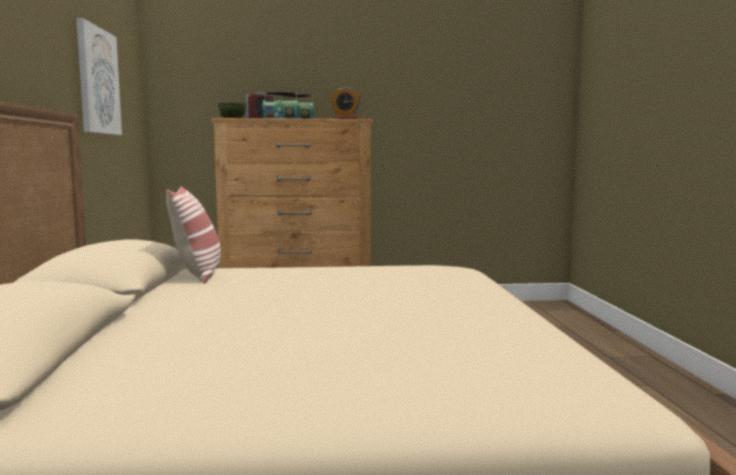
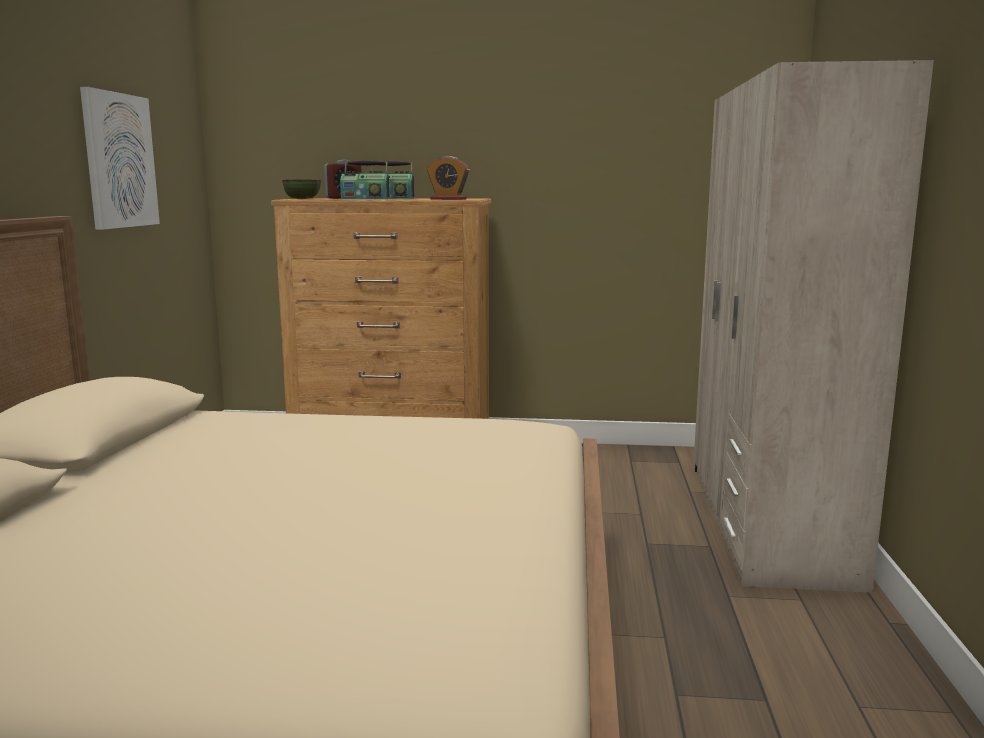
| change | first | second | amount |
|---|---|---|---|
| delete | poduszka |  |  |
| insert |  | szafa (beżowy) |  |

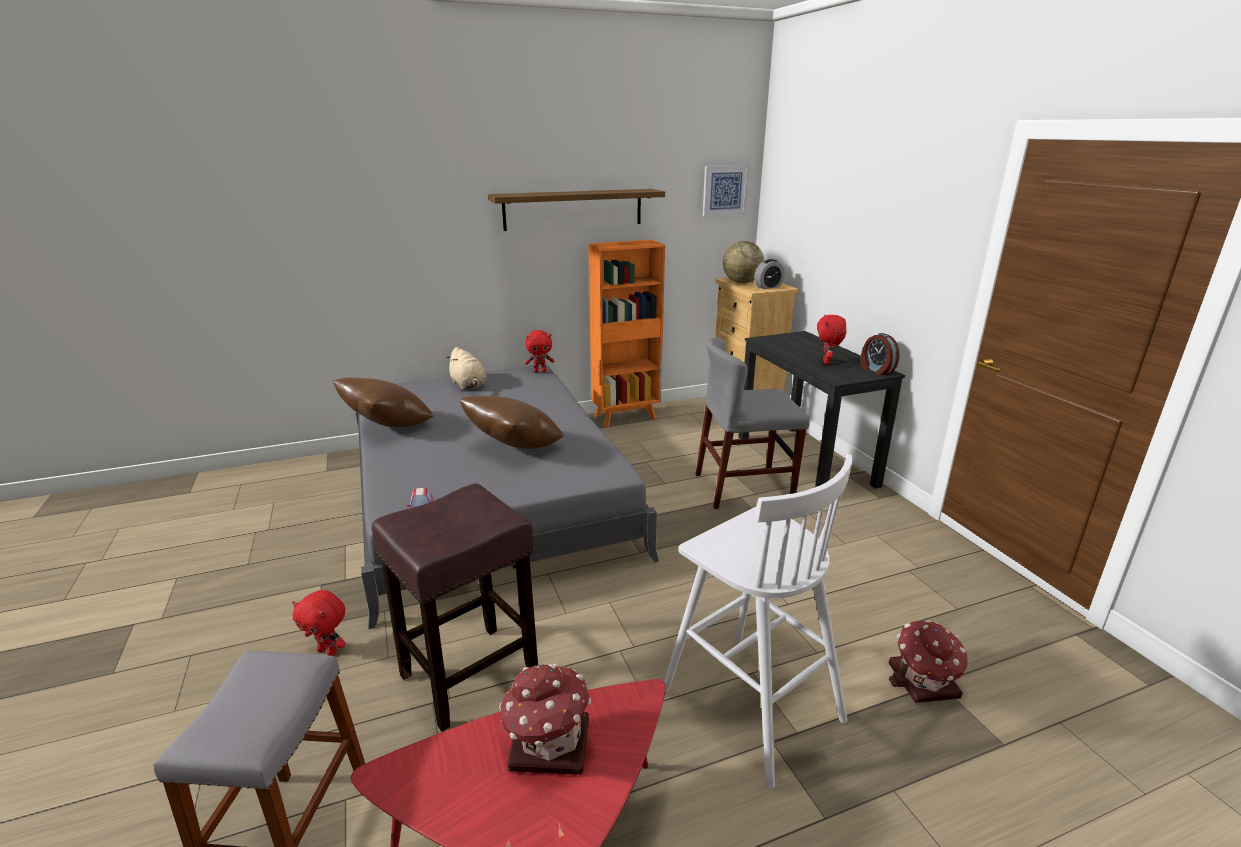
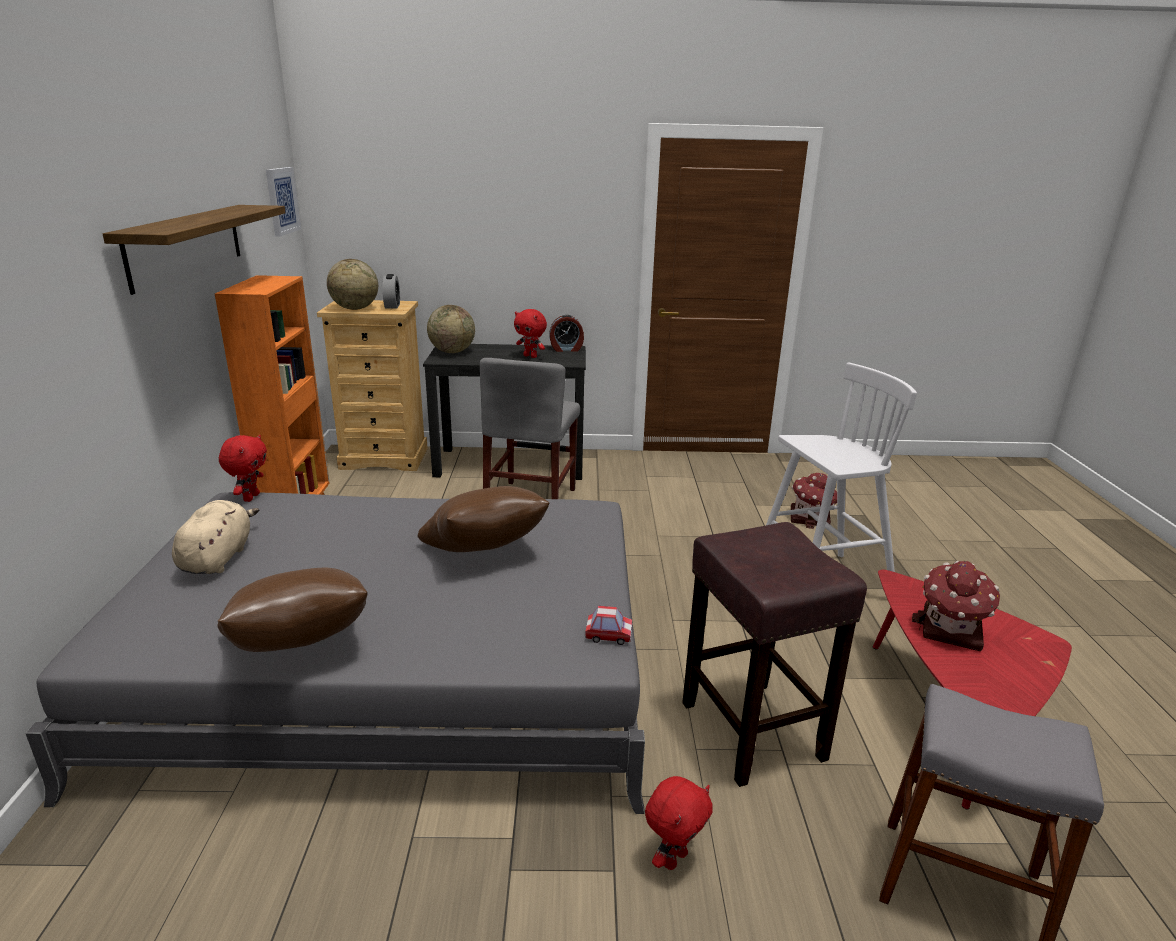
| change | first | second | amount |
|---|---|---|---|
| rotate | pluszak (beżowy) |  | 75 degrees counterclockwise |
| insert |  | globus (2nd from left) |  |

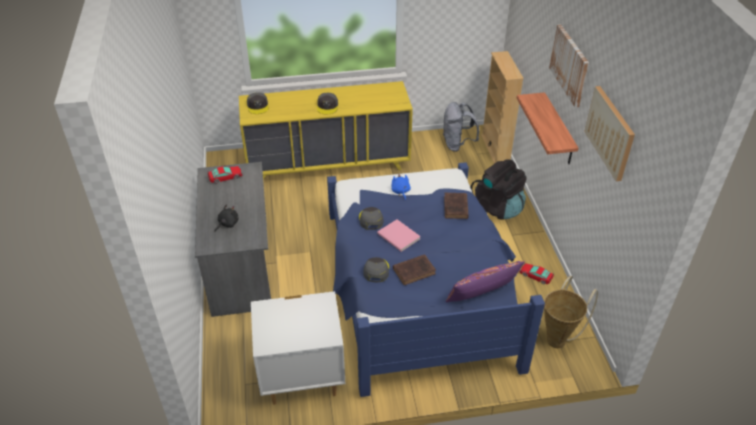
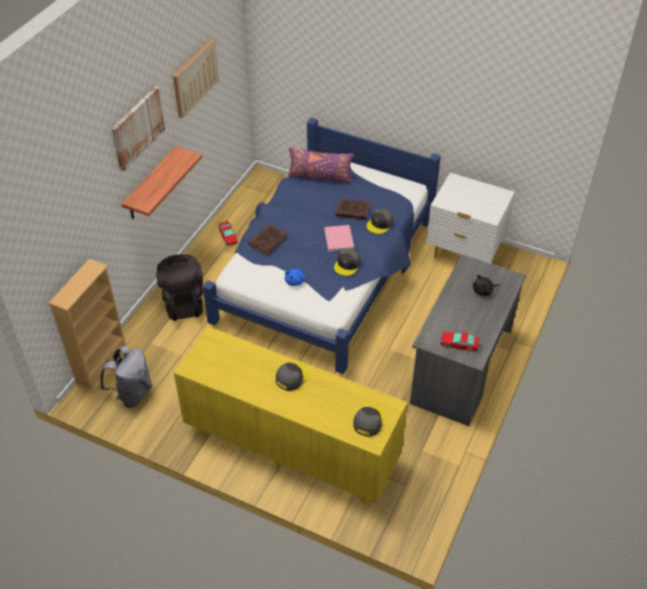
| change | first | second | amount |
|---|---|---|---|
| delete | koszyk |  |  |

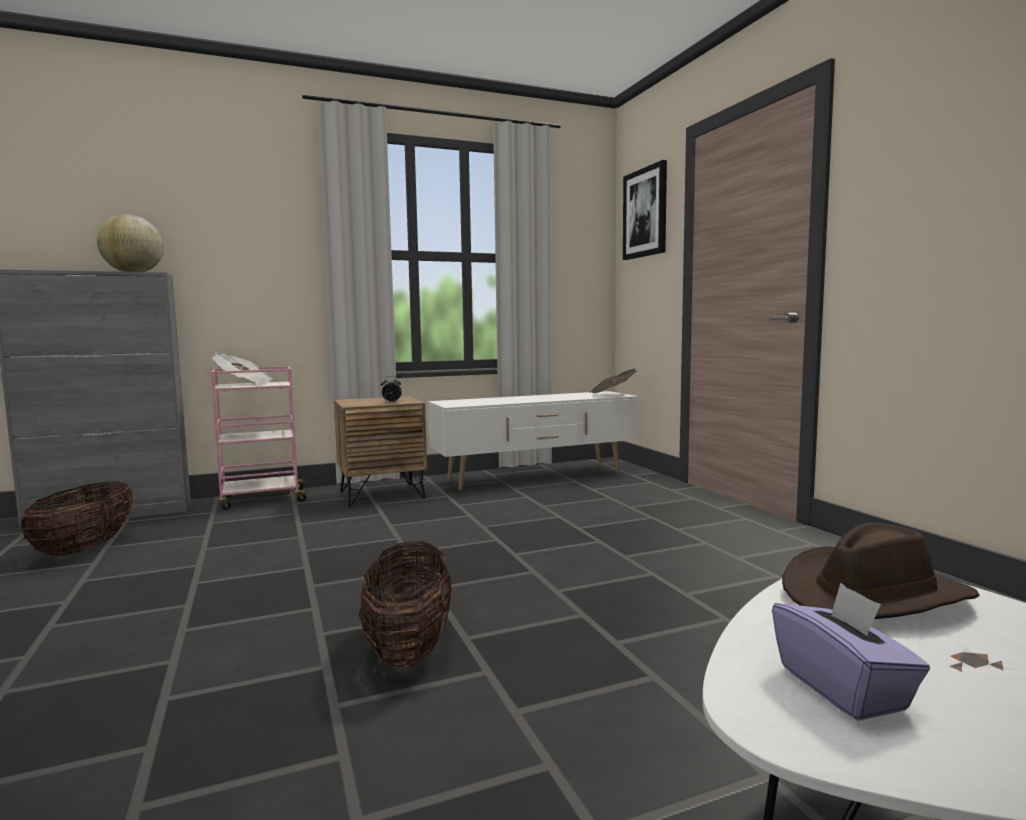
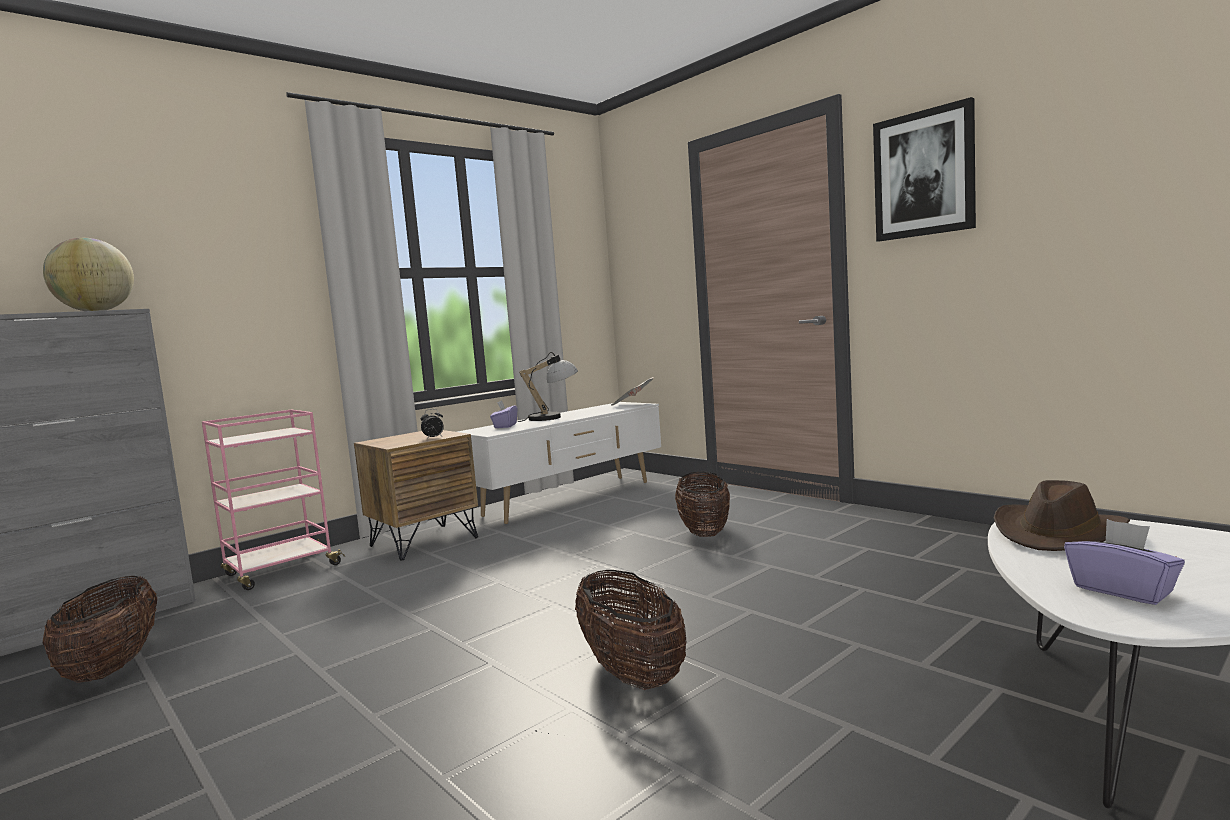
| change | first | second | amount |
|---|---|---|---|
| move | obraz |  |  |
| delete | gazeta (1st from left) |  |  |
| insert |  | lampa stołowa |  |
| insert |  | pudełko chusteczek (fioletowy) (1st from left) |  |
| insert |  | koszyk (3rd from left) |  |

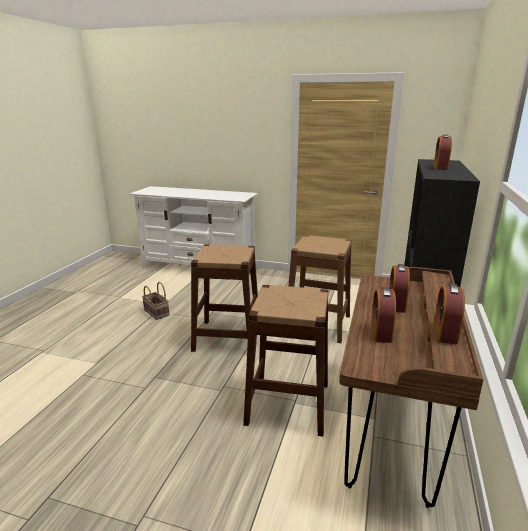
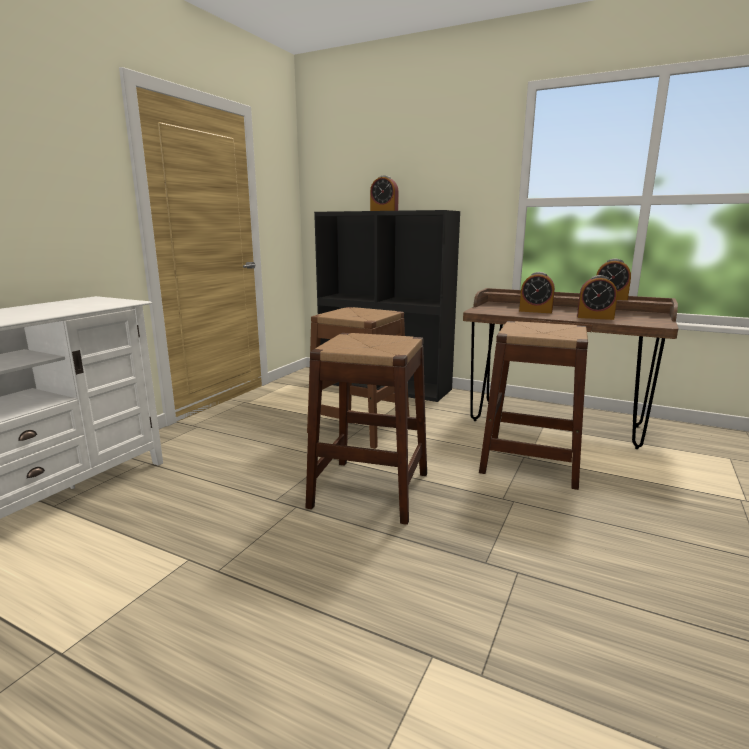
| change | first | second | amount |
|---|---|---|---|
| delete | koszyk |  |  |

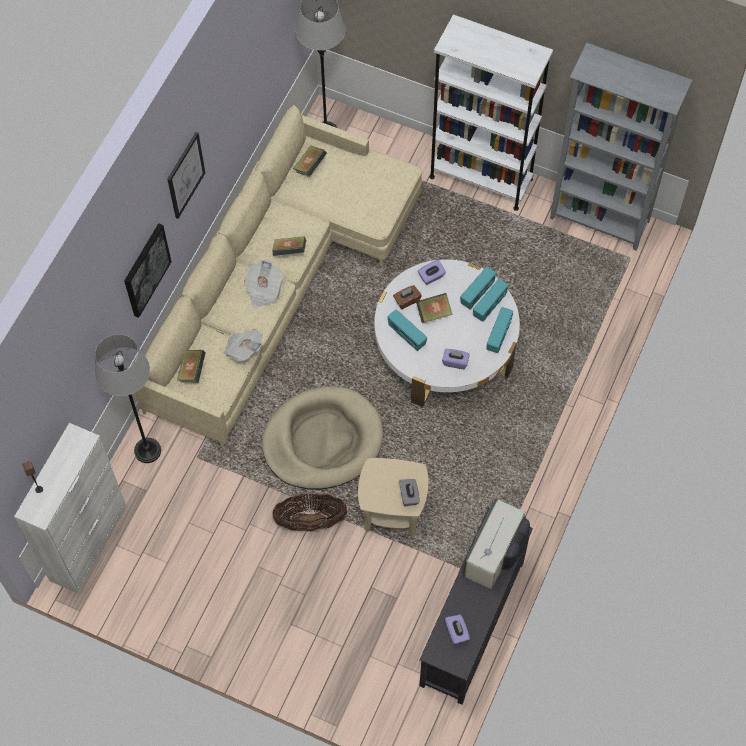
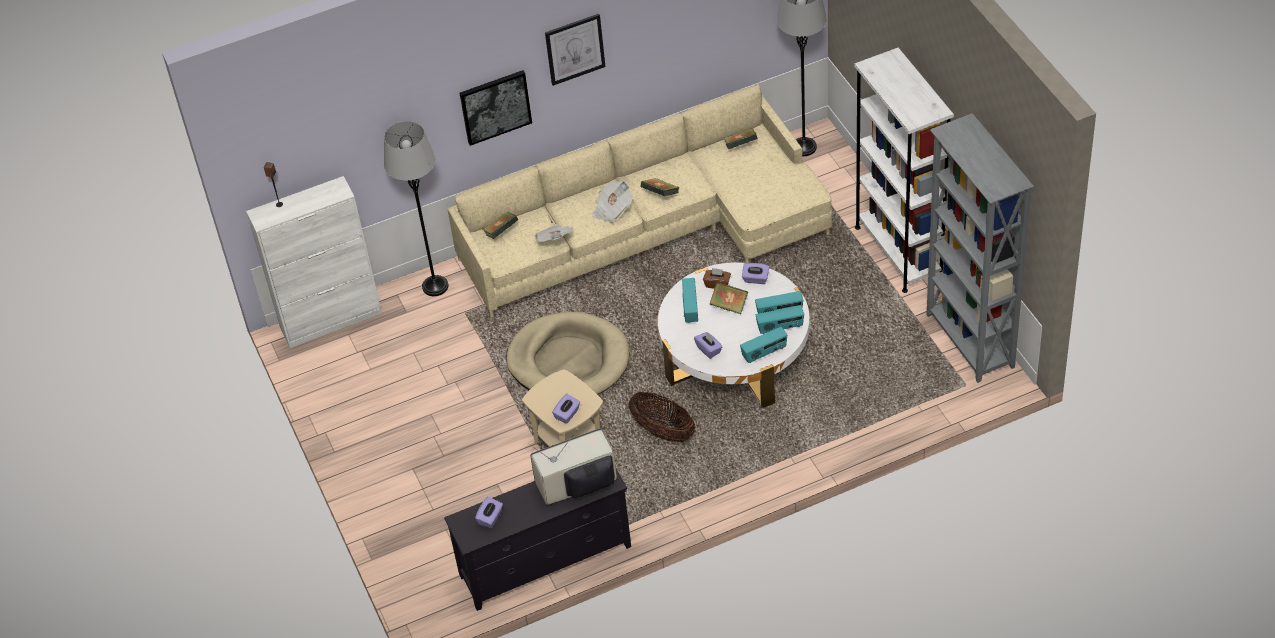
| change | first | second | amount |
|---|---|---|---|
| recolor | pudełko chusteczek (szary) | pudełko chusteczek (fioletowy) (2nd from left) |  |
| move | koszyk |  |  |

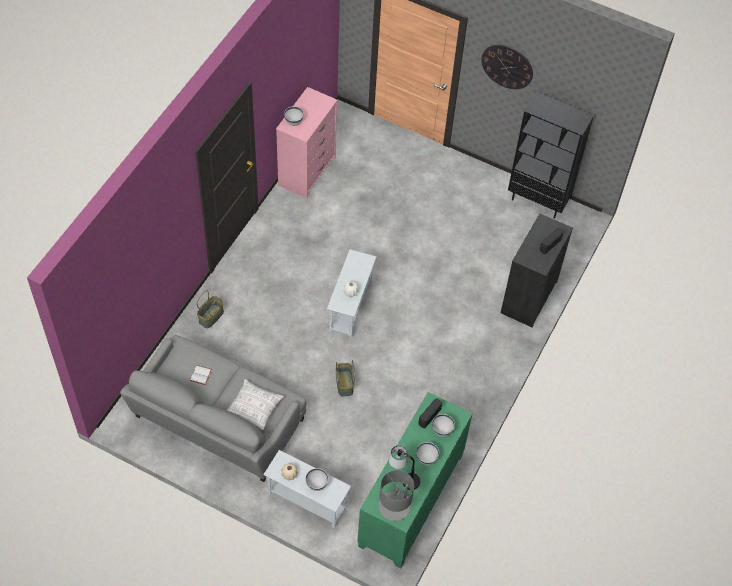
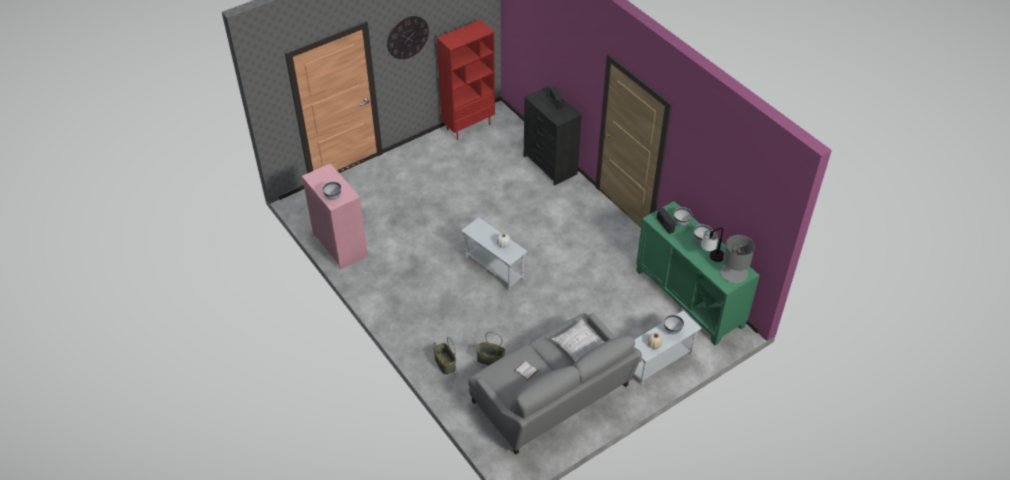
| change | first | second | amount |
|---|---|---|---|
| recolor | regał (czarny) | regał (czerwony) |  |
| move | koszyk (2nd from left) |  |  |

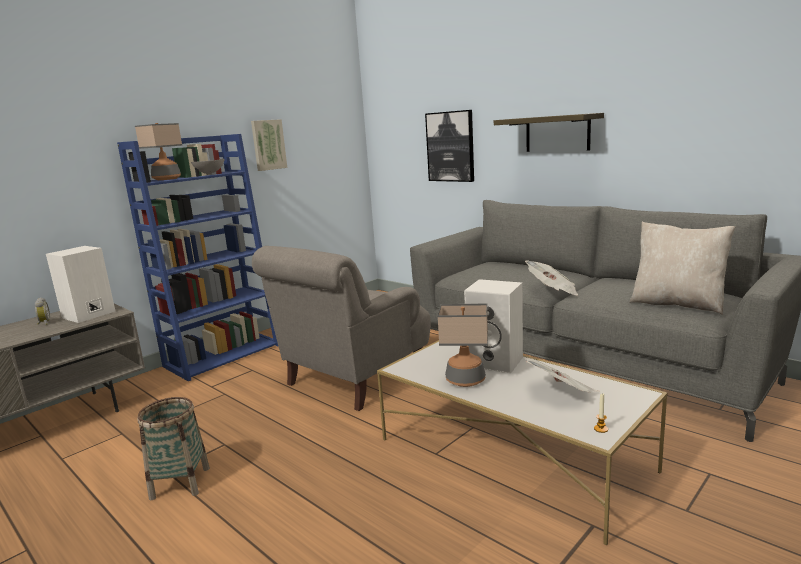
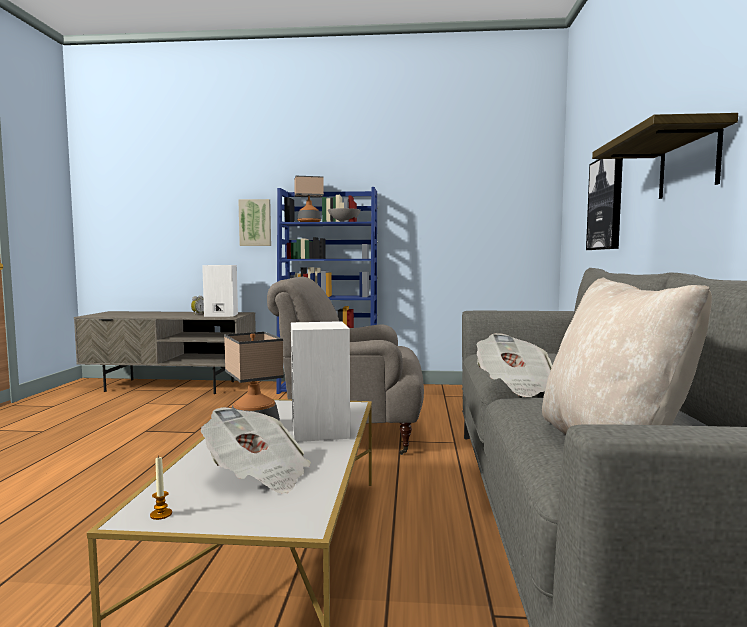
| change | first | second | amount |
|---|---|---|---|
| move | obraz (1st from left) |  |  |
| delete | koszyk |  |  |

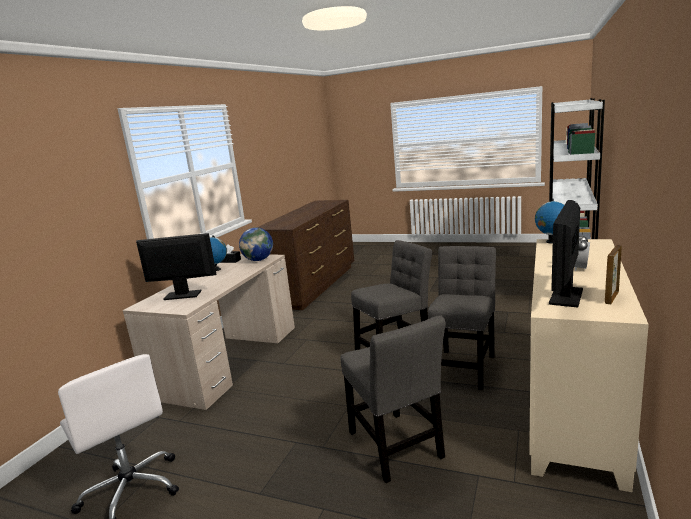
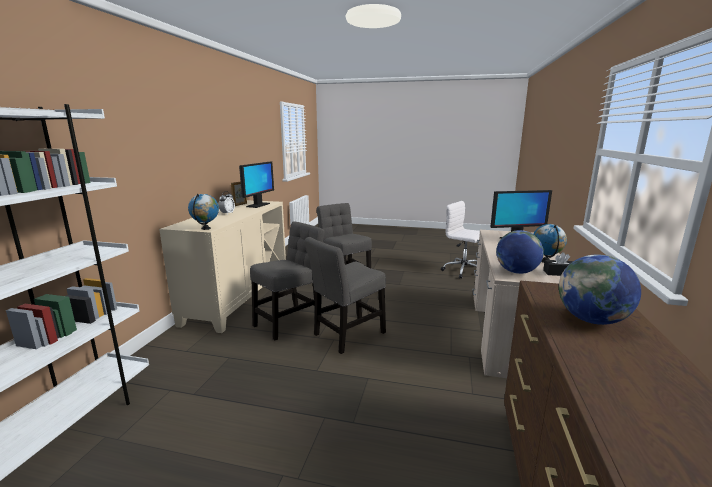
| change | first | second | amount |
|---|---|---|---|
| rotate | krzesło (szary) (3rd from left in the first image) | krzesło (szary) (1st from left) | 150 degrees counterclockwise |
| insert |  | globus (4th from left) |  |

